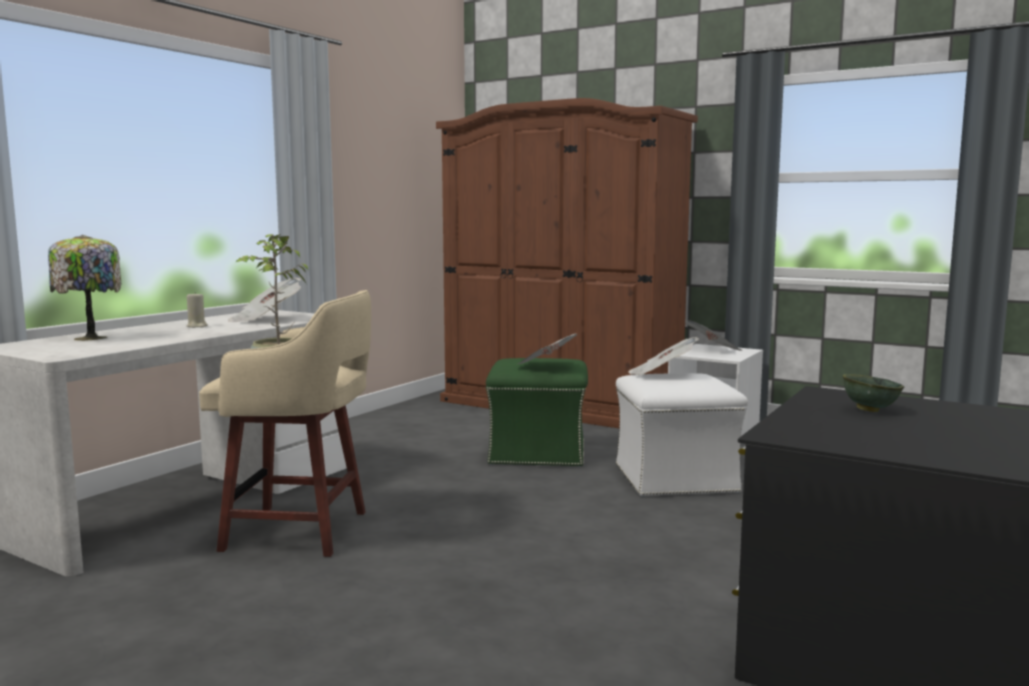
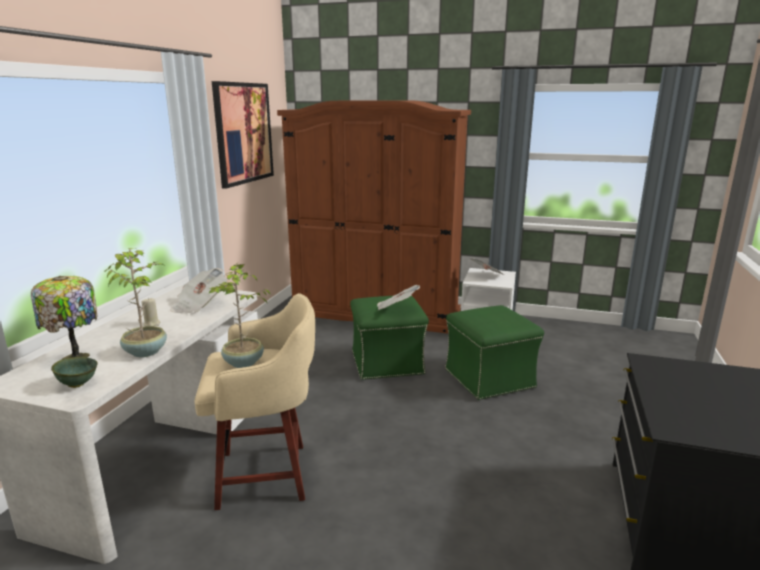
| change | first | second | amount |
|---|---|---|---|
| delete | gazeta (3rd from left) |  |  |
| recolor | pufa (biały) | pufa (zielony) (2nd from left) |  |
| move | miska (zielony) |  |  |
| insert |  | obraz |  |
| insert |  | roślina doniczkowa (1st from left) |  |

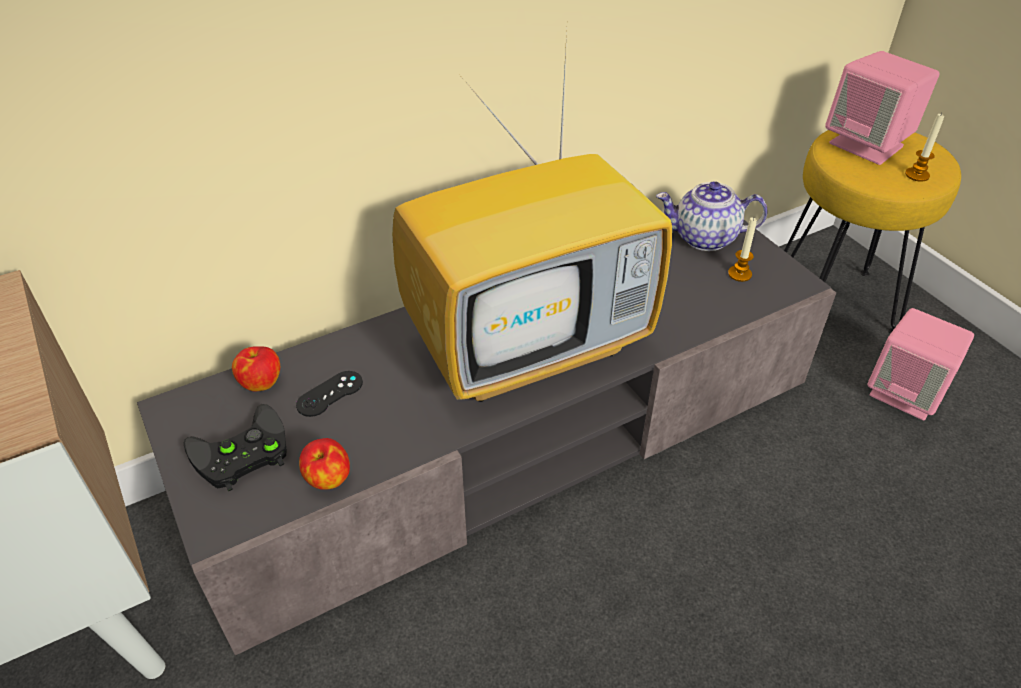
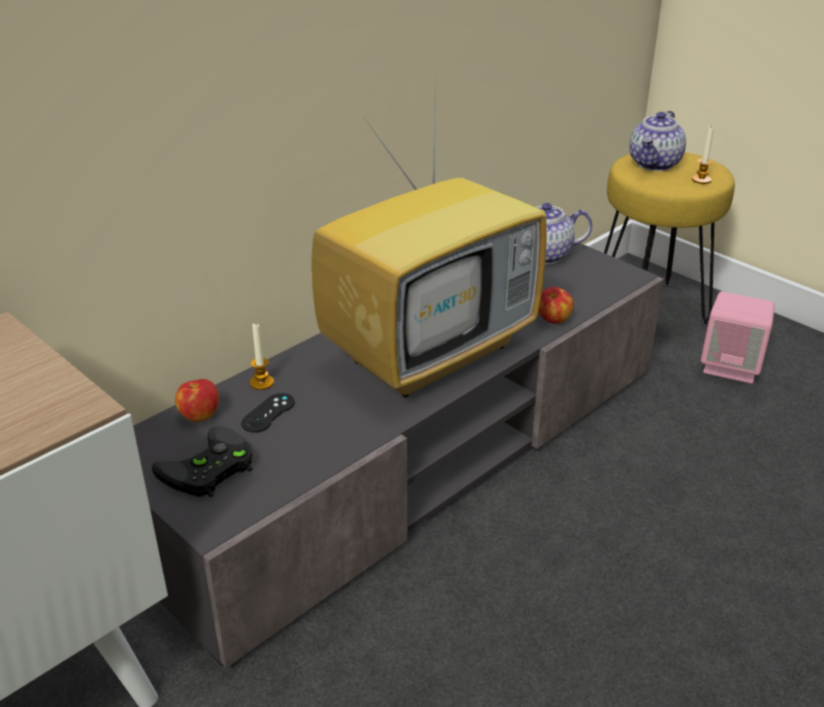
| change | first | second | amount |
|---|---|---|---|
| replace | głośnik (różowy) (1st from left) | imbryk (2nd from left) |  |
| move | świeca (1st from left) |  |  |
| move | jabłko (2nd from left) |  |  |

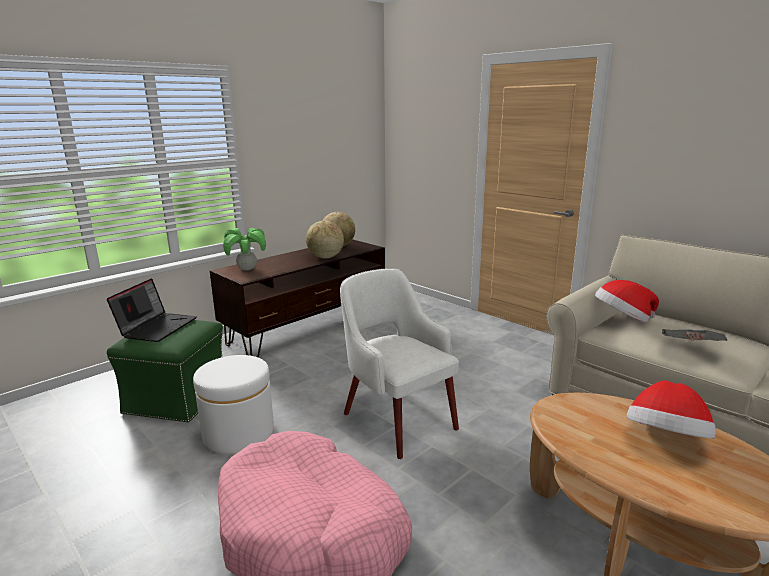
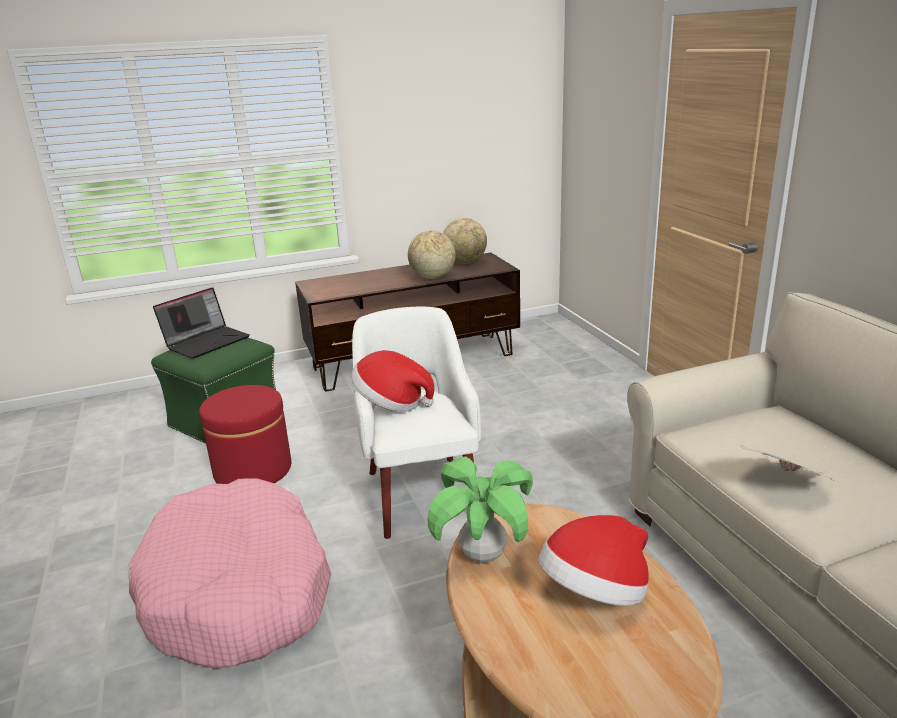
| change | first | second | amount |
|---|---|---|---|
| move | roślina doniczkowa |  |  |
| move | kapelusz (1st from left) |  |  |
| recolor | pufa (biały) | pufa (czerwony) |  |

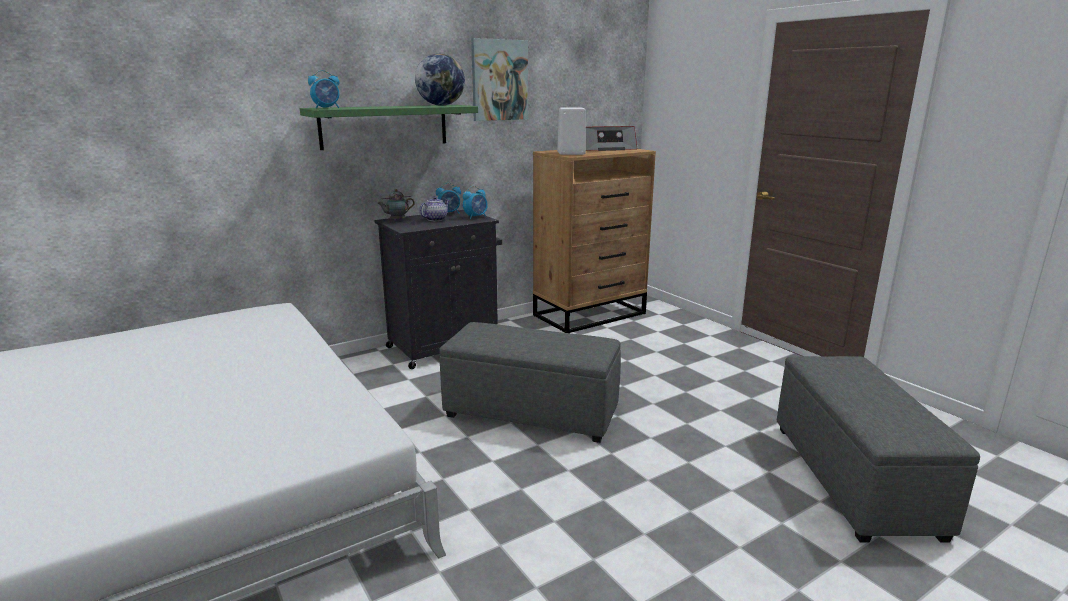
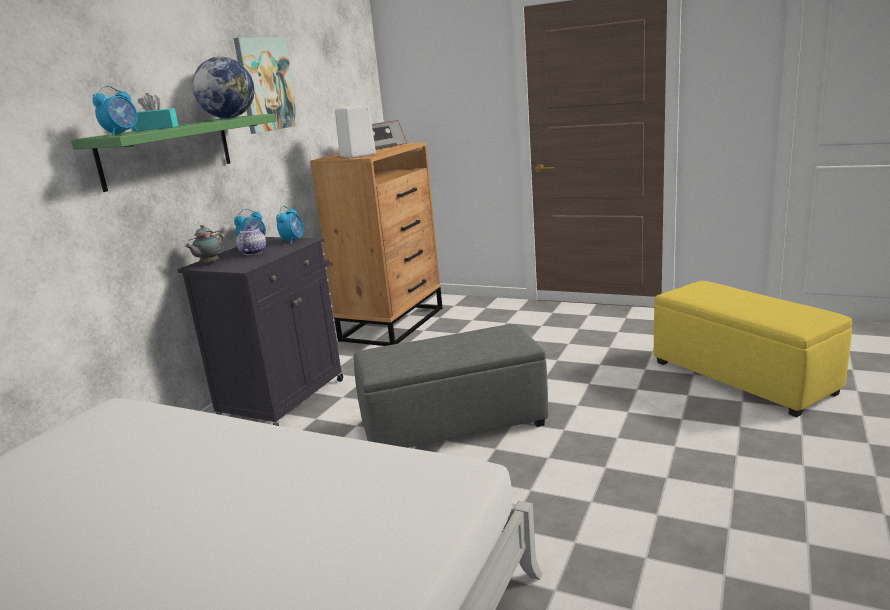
| change | first | second | amount |
|---|---|---|---|
| recolor | pufa (szary) (2nd from left) | pufa (żółty) |  |
| insert |  | pudełko chusteczek (turkusowy) |  |

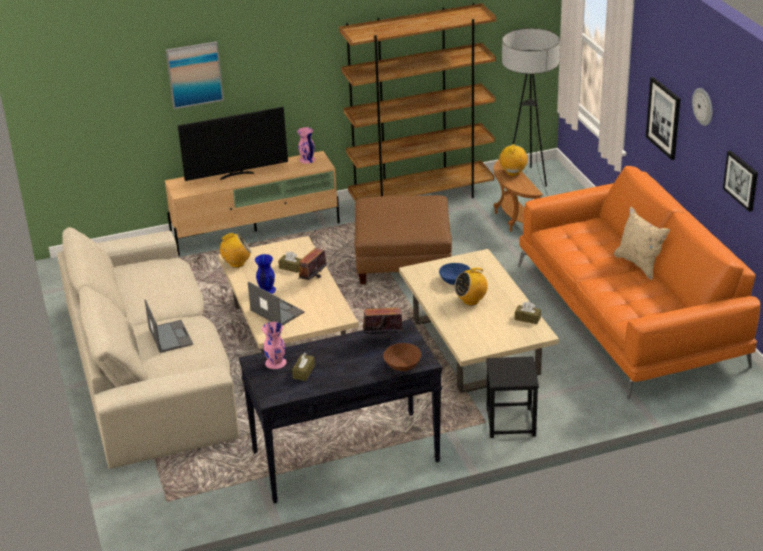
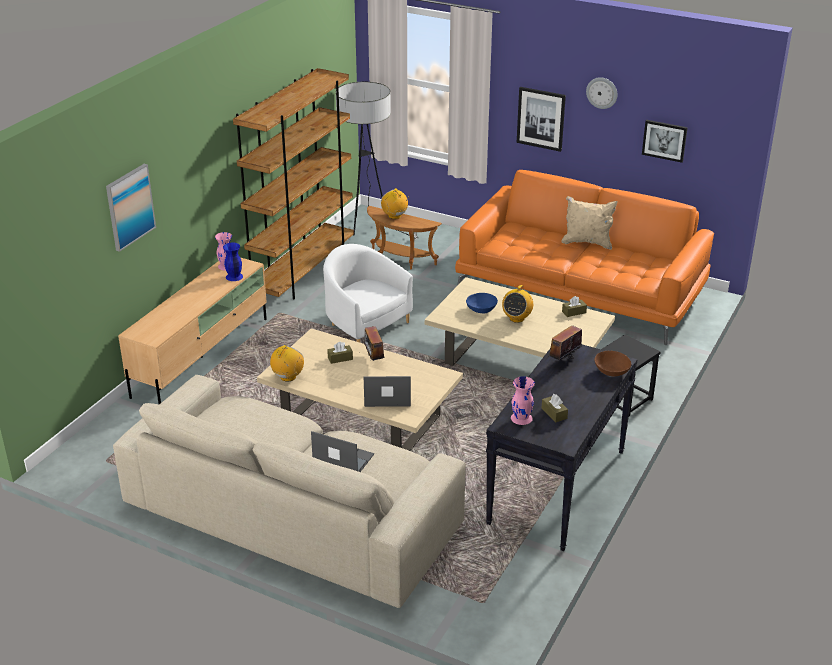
| change | first | second | amount |
|---|---|---|---|
| delete | telewizor |  |  |
| replace | pufa (brązowy) | fotel (biały) |  |
| move | wazon (niebieski) |  |  |

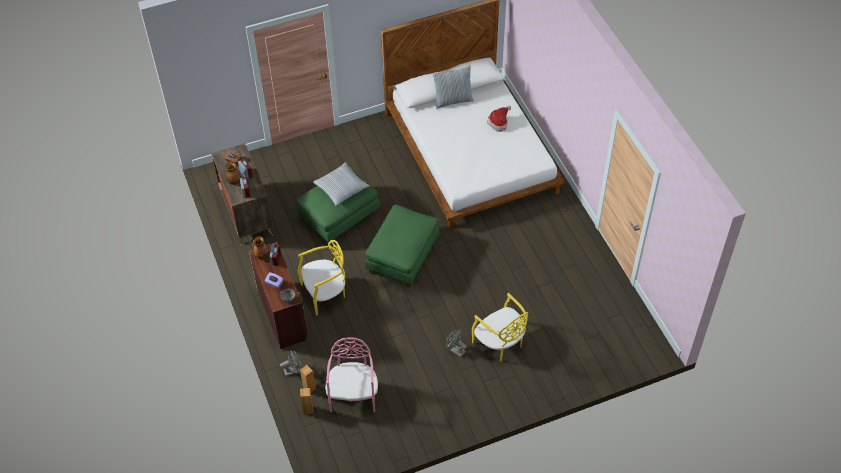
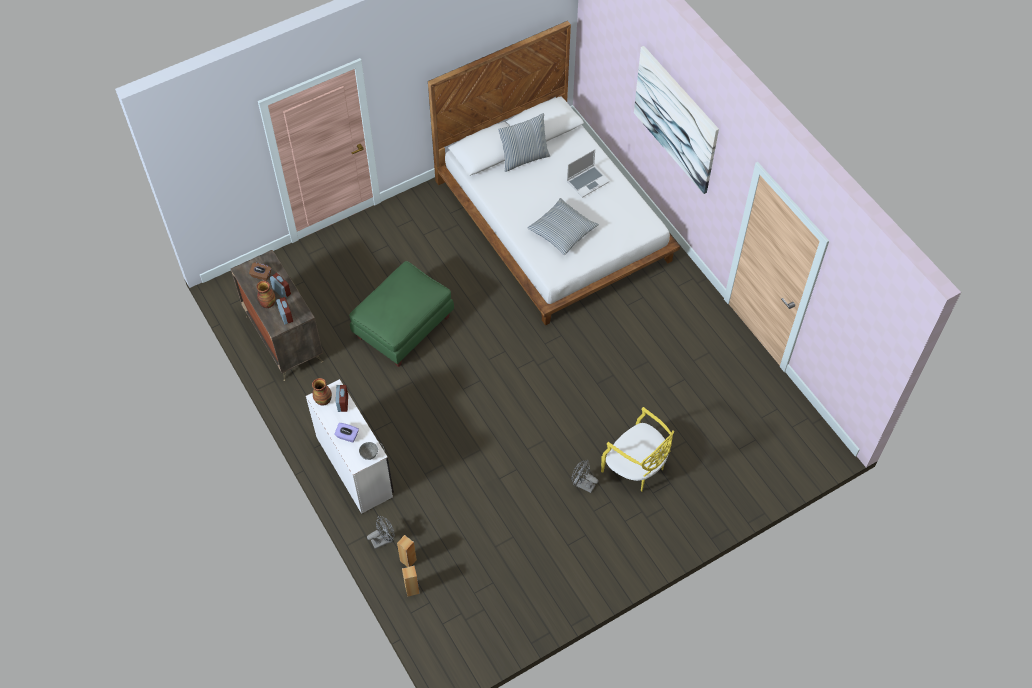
| change | first | second | amount |
|---|---|---|---|
| replace | kapelusz | laptop |  |
| move | poduszka (1st from left in the first image) | poduszka (2nd from left) |  |
| delete | pufa (zielony) (2nd from left) |  |  |
| delete | krzesło (żółty) (1st from left) |  |  |
| recolor | biurko (brązowy) | biurko (biały) |  |
| delete | krzesło (różowy) |  |  |
| insert |  | obraz |  |

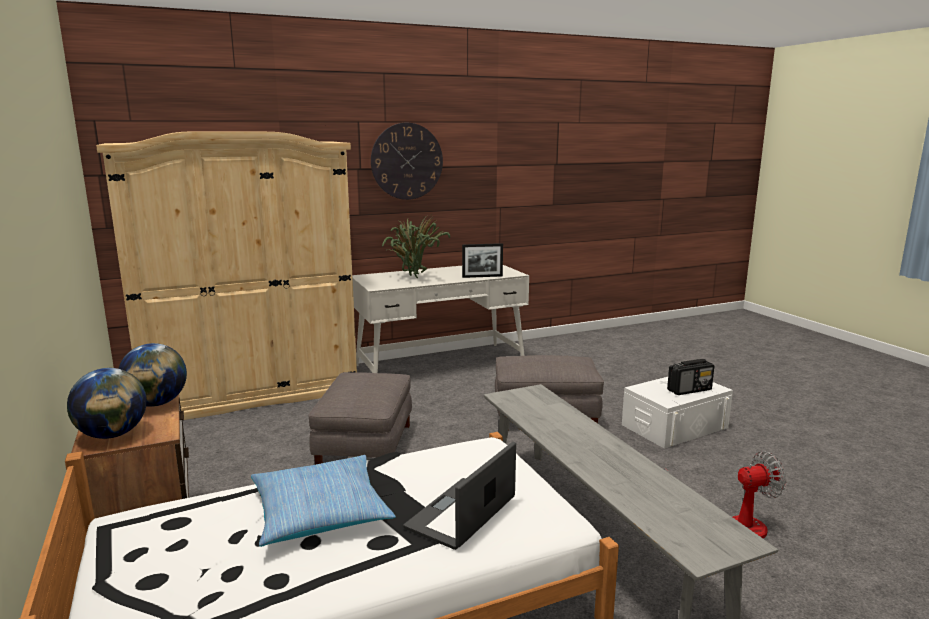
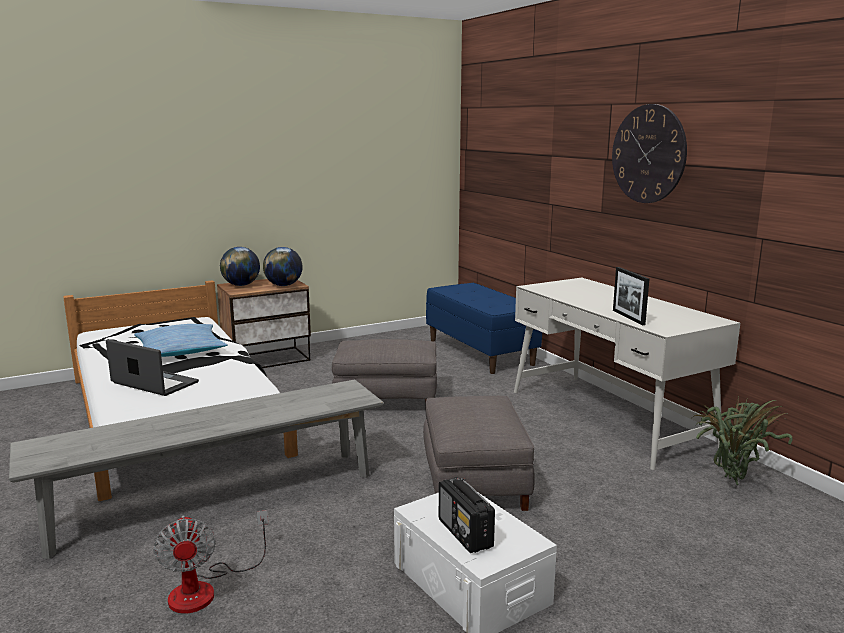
| change | first | second | amount |
|---|---|---|---|
| replace | szafa (beżowy) | ławka (niebieski) |  |
| move | roślina doniczkowa |  |  |

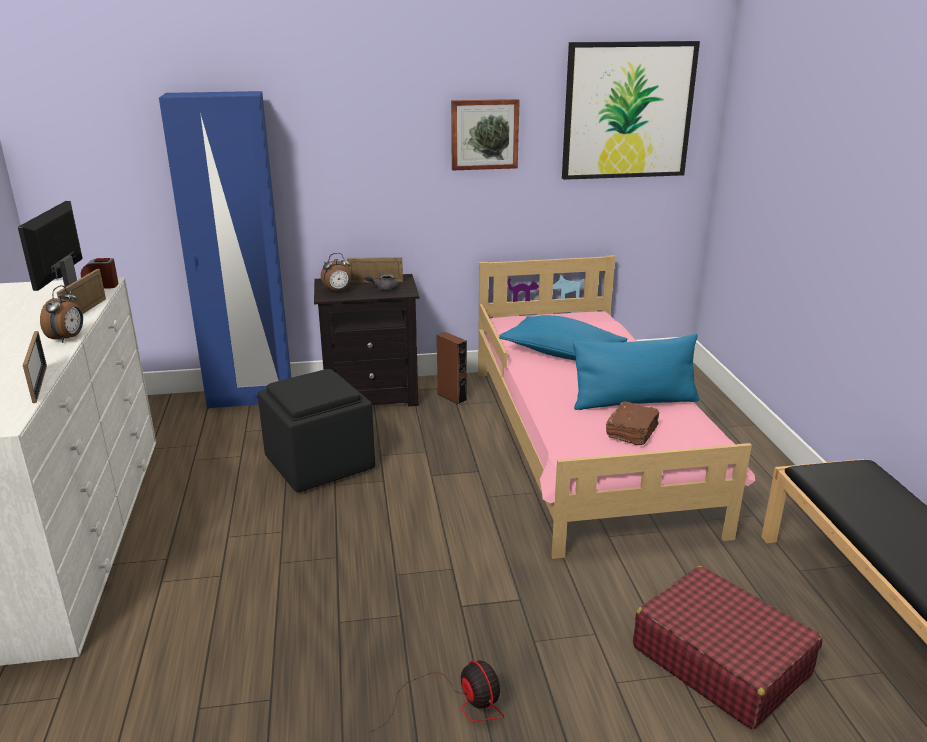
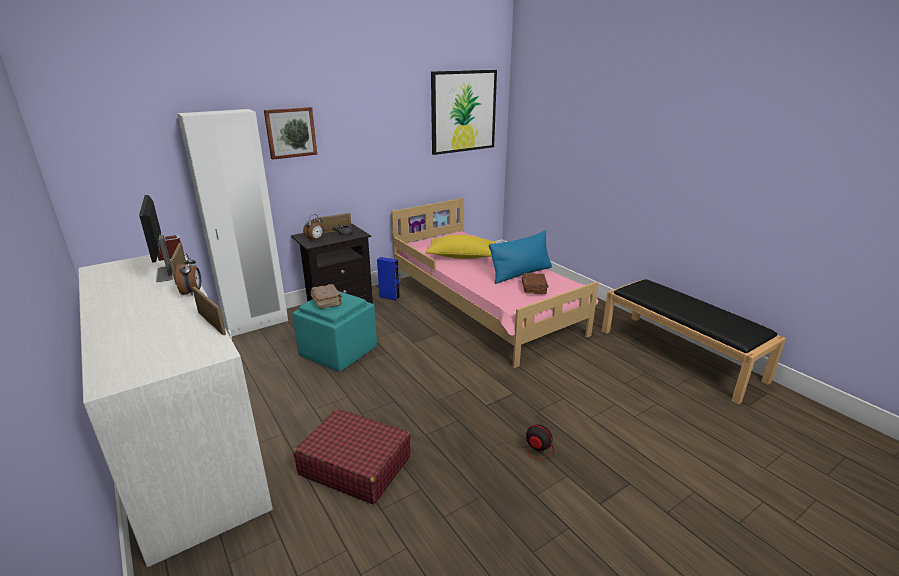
| change | first | second | amount |
|---|---|---|---|
| recolor | szafa (niebieski) | szafa (biały) |  |
| move | obraz (1st from left) |  |  |
| recolor | poduszka (niebieski) (1st from left) | poduszka (żółty) |  |
| recolor | głośnik (brązowy) | głośnik (niebieski) |  |
| recolor | pufa (czarny) | pufa (turkusowy) |  |
| move | walizka (czerwony) |  |  |
| insert |  | książka (brązowy) (1st from left) |  |

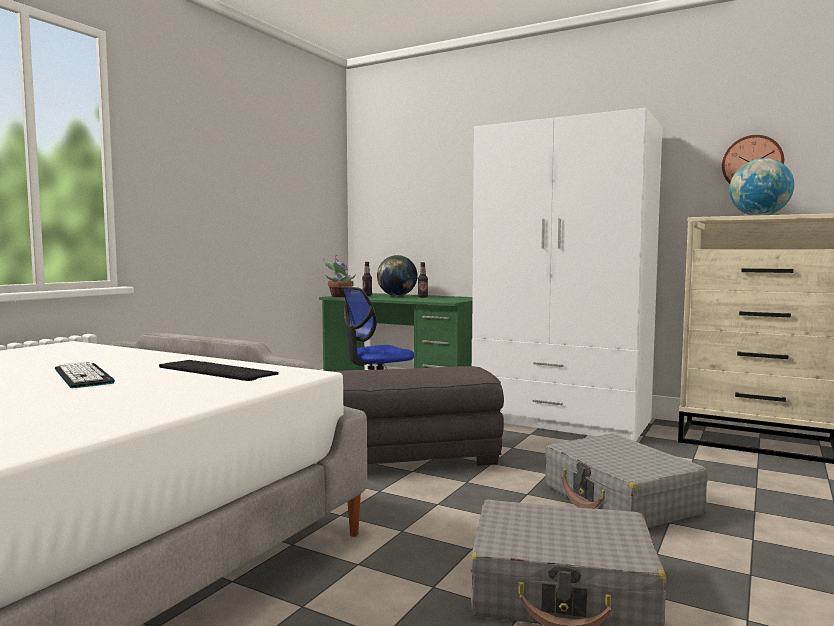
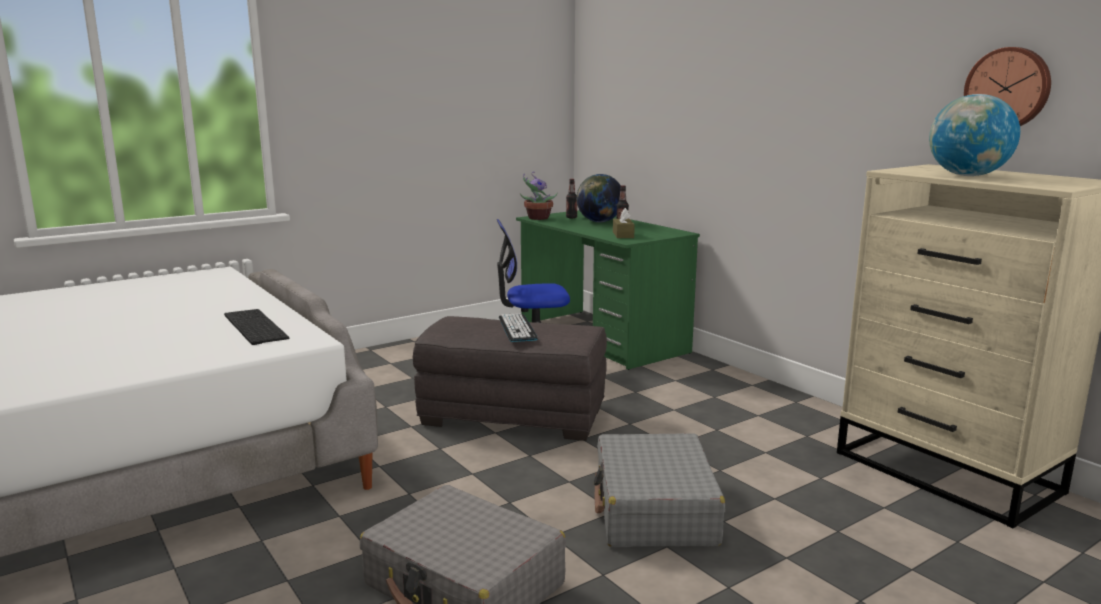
| change | first | second | amount |
|---|---|---|---|
| delete | szafa (biały) |  |  |
| move | klawiatura (1st from left in the first image) | klawiatura (2nd from left) |  |
| insert |  | pudełko chusteczek (brązowy) |  |

